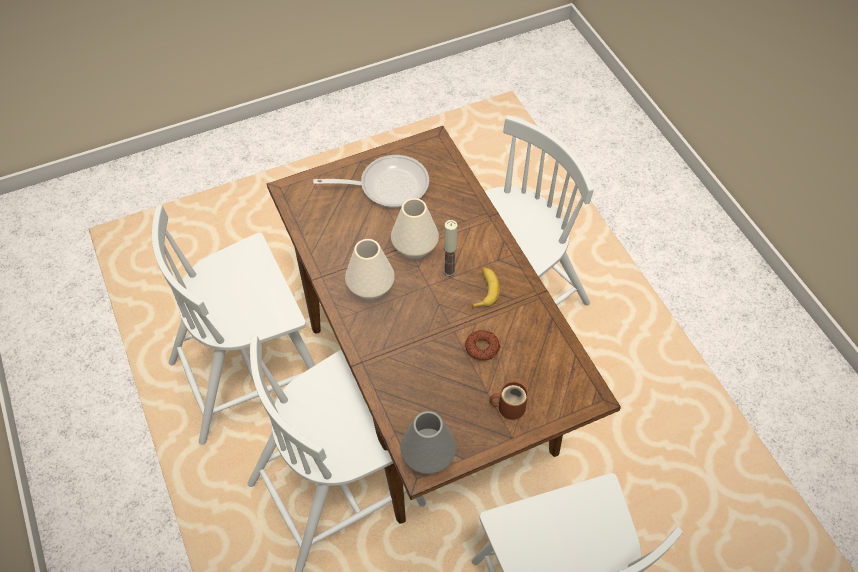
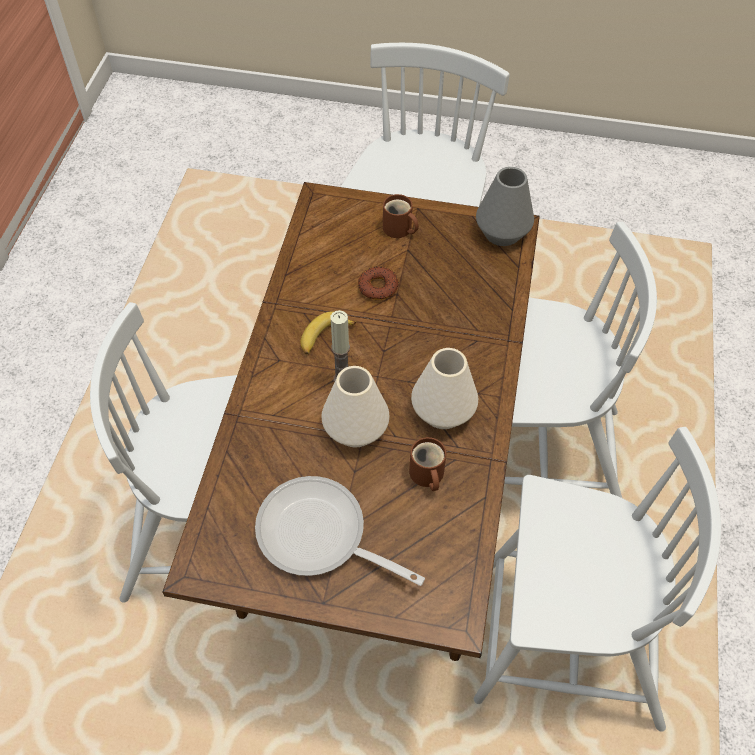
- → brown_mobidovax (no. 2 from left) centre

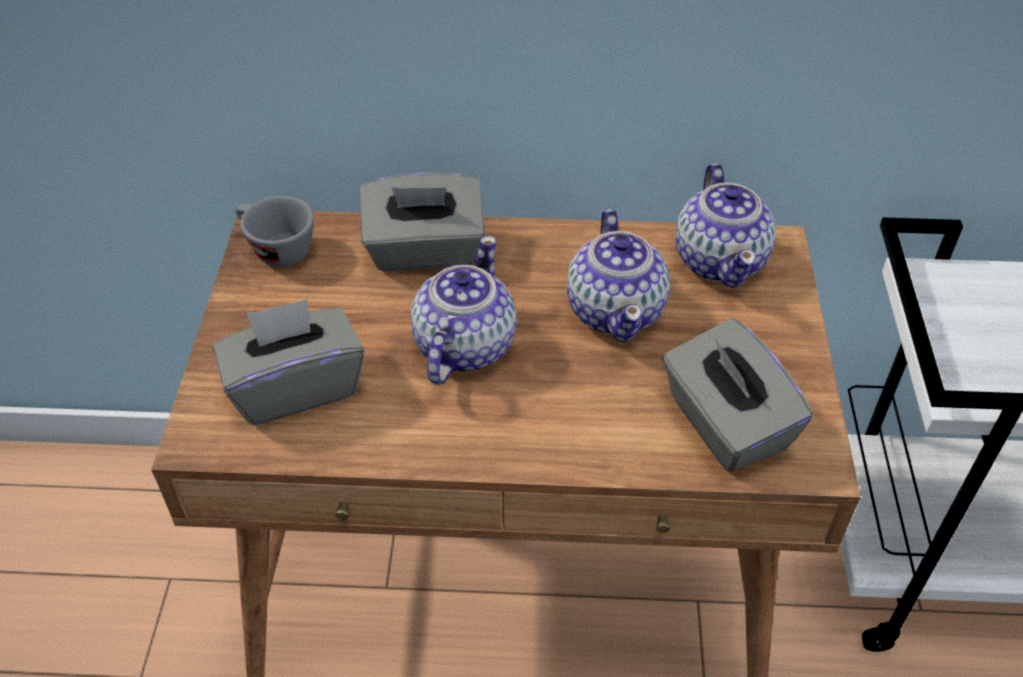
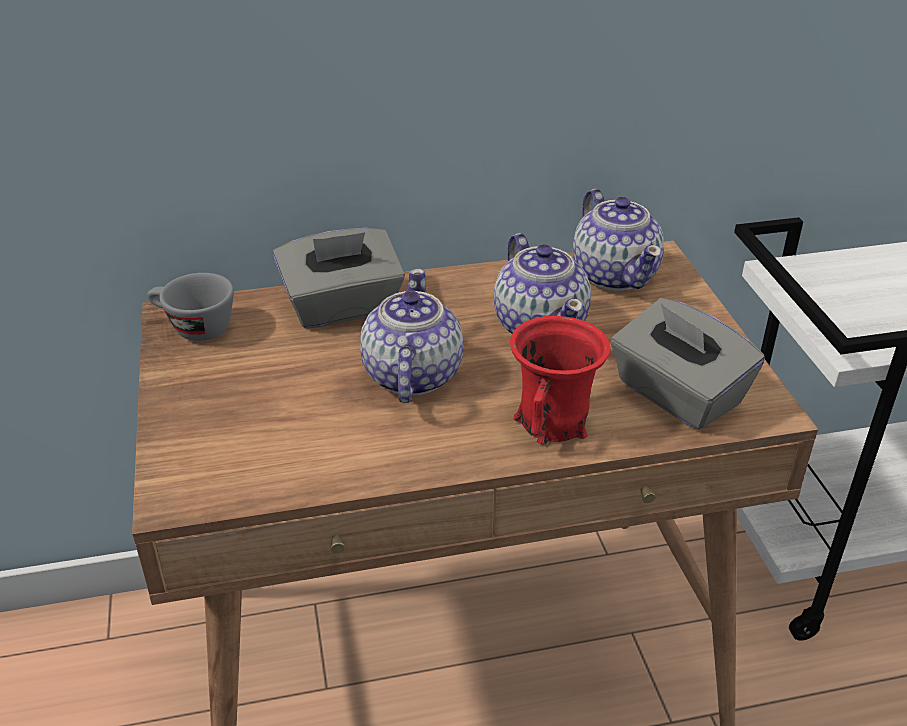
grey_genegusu (no. 1 from left) middle left → -
- → red_mobidovax centre

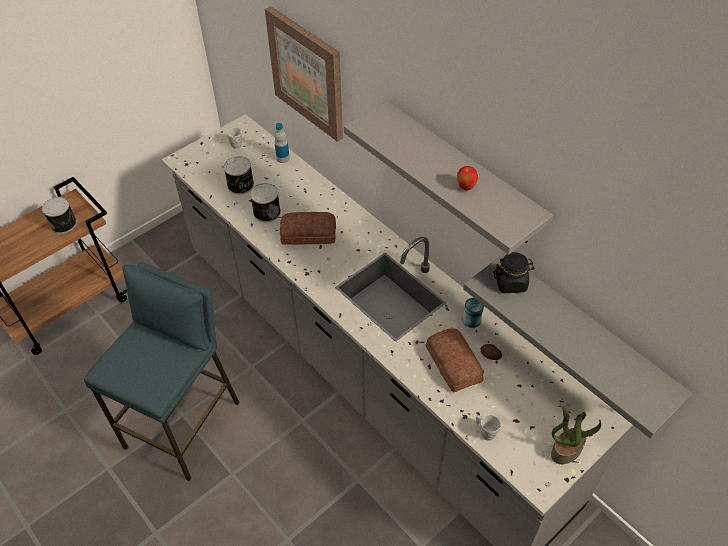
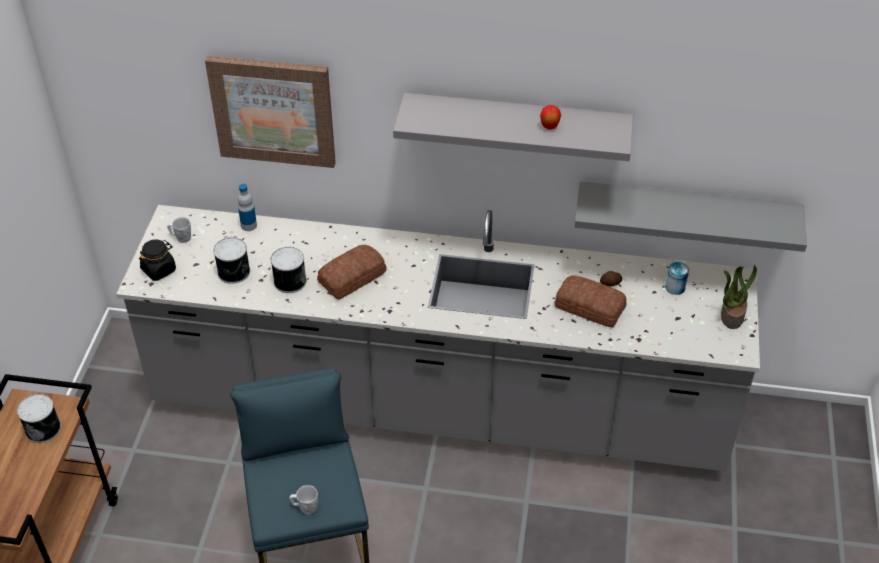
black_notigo middle right → black_notigo middle left, relocated
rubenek (no. 4 from left) centre → rubenek (no. 4 from left) middle right, relocated
white_mobidovax (no. 2 from left) bottom right → white_mobidovax (no. 2 from left) bottom centre, relocated

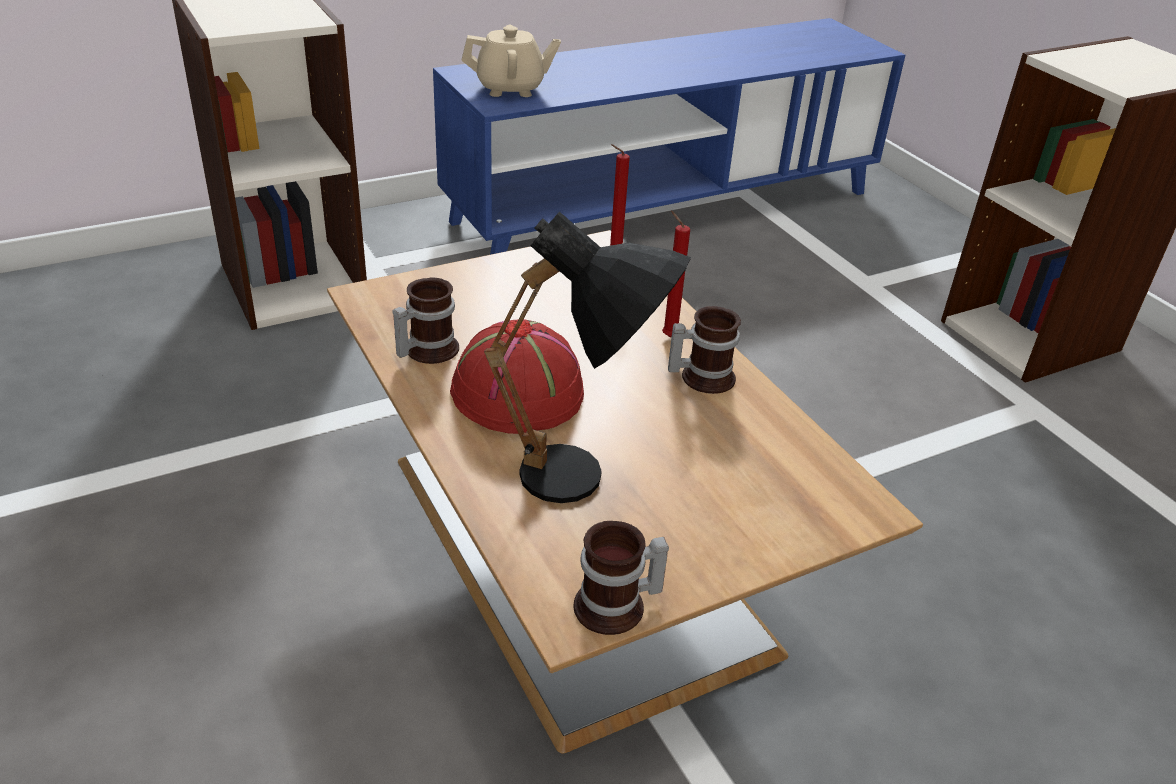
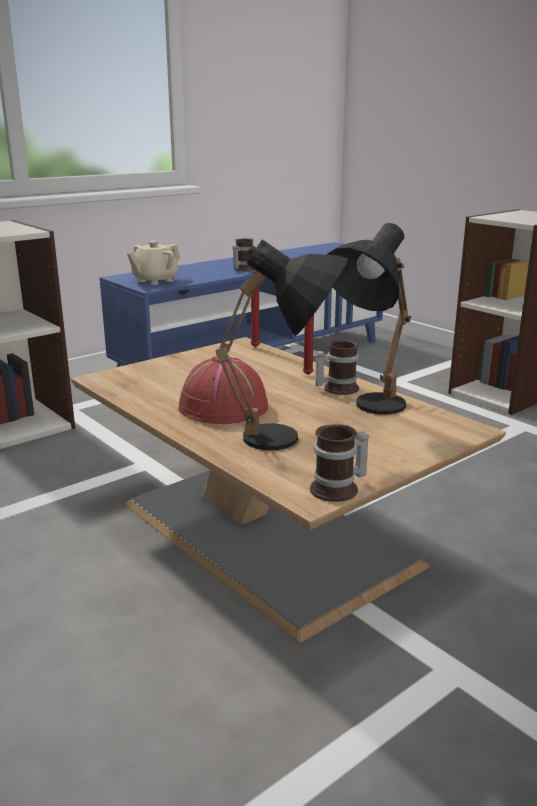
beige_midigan top centre → beige_midigan top left, 150 degrees clockwise
mobidovax (no. 1 from left) centre → mobidovax (no. 1 from left) top centre, relocated
- → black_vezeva (no. 2 from left) middle right

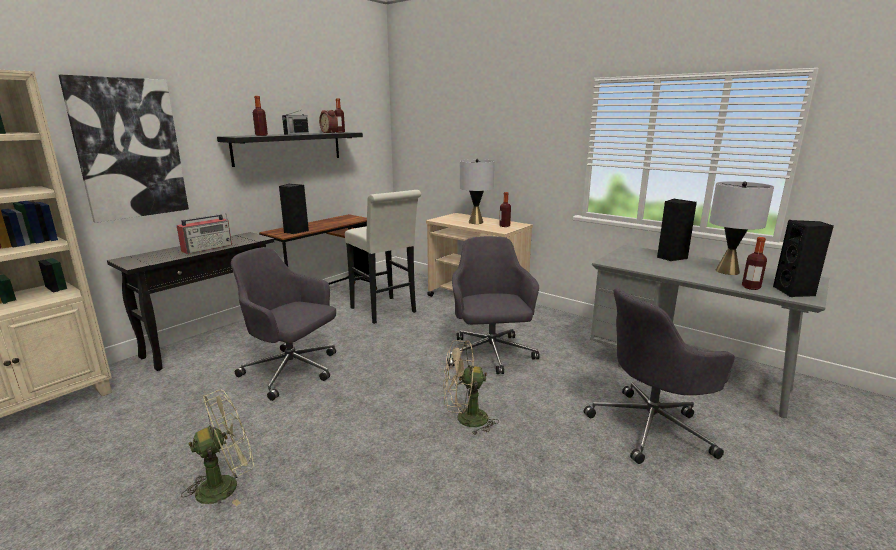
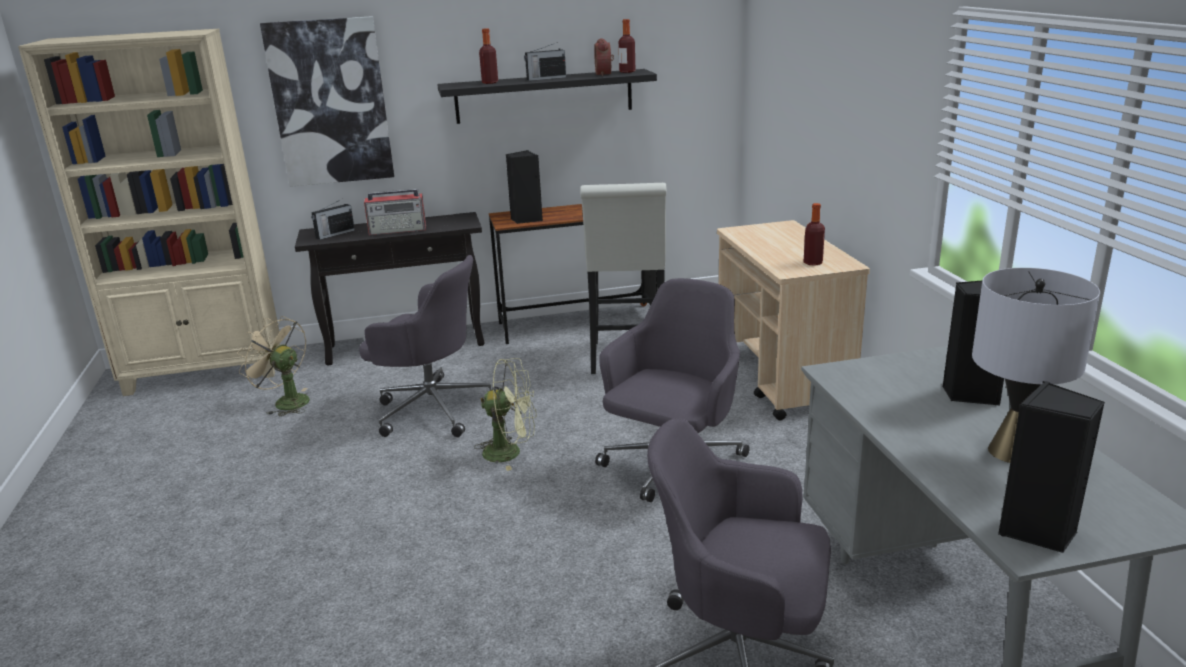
grey_vezeva (no. 1 from left) centre → -
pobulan (no. 4 from left) middle right → -
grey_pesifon (no. 1 from left) middle left → grey_pesifon (no. 1 from left) centre, 135 degrees clockwise
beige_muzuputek bottom centre → beige_muzuputek middle left, relocated
green_muzuputek bottom left → green_muzuputek centre, relocated
- → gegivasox (no. 1 from left) top left

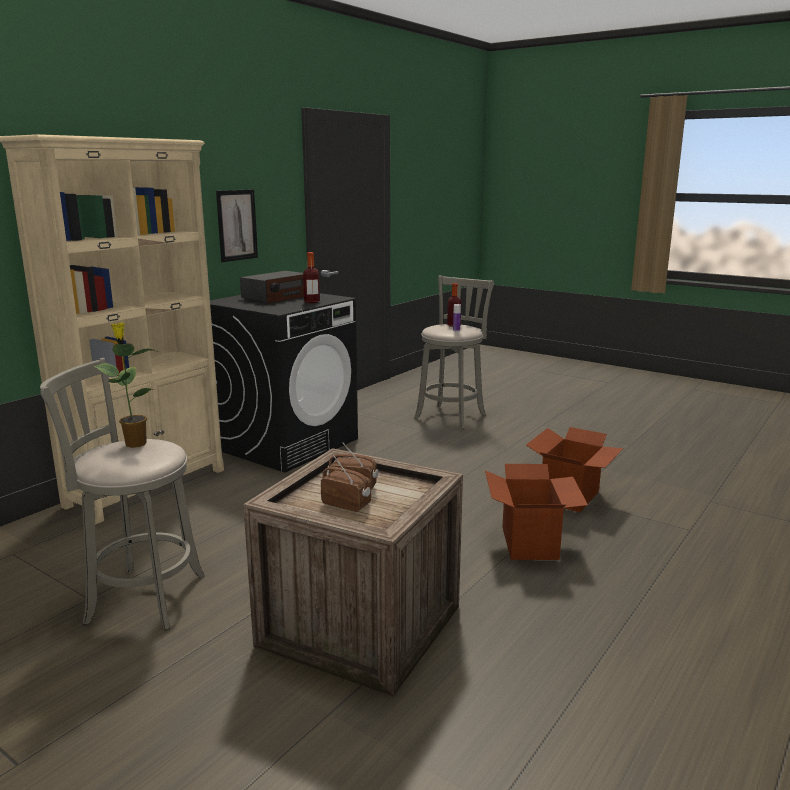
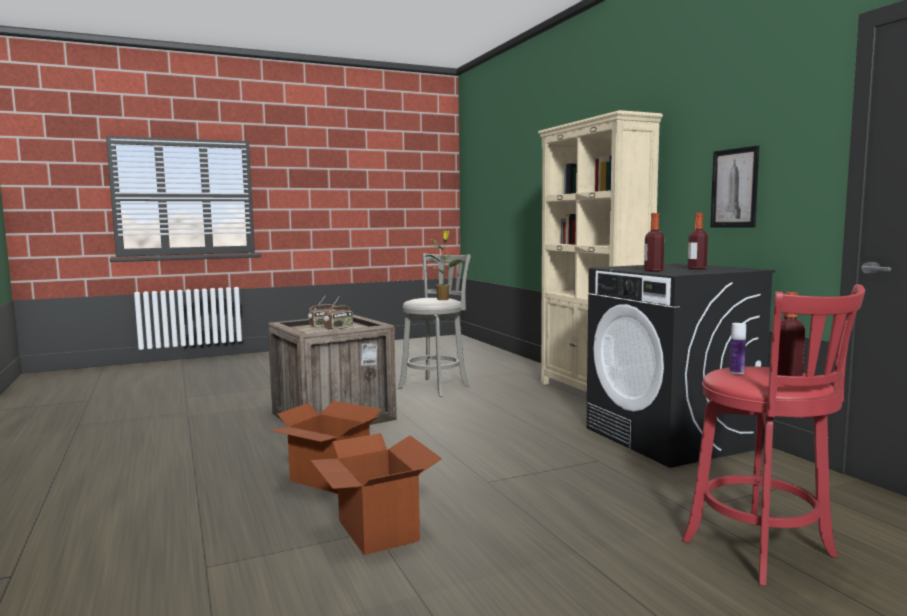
gegivasox (no. 1 from left) centre → pobulan (no. 2 from left) middle right
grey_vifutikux (no. 2 from left) centre → red_vifutikux bottom right

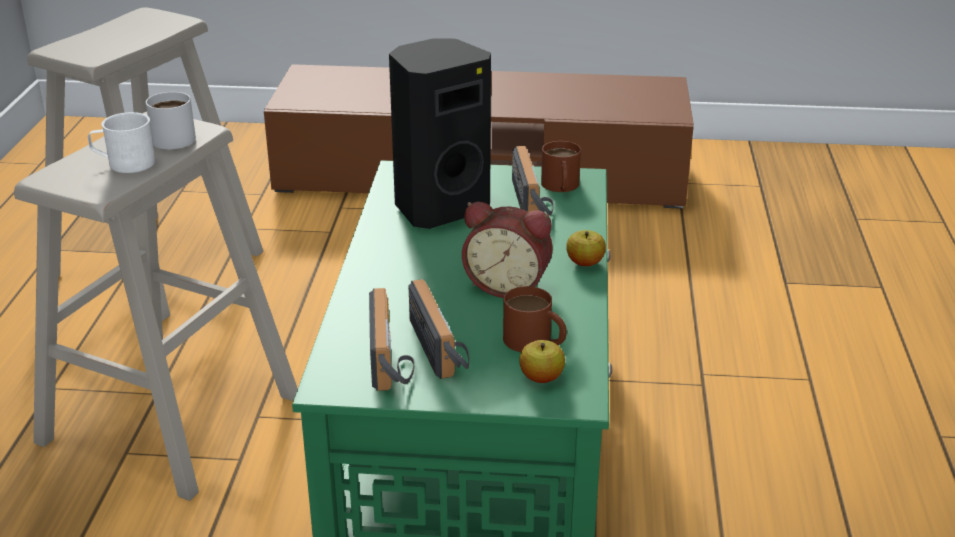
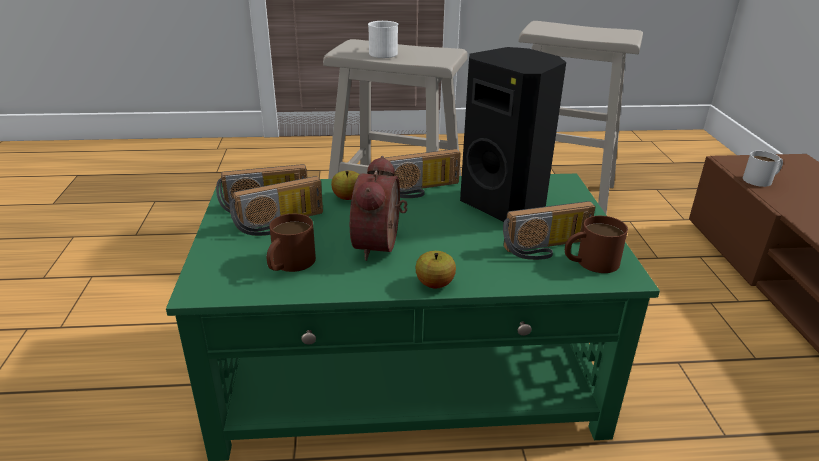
white_mobidovax (no. 2 from left) top left → white_mobidovax (no. 2 from left) middle right, relocated
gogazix (no. 1 from left) bottom centre → gogazix (no. 1 from left) centre, relocated
- → gegivasox (no. 3 from left) centre

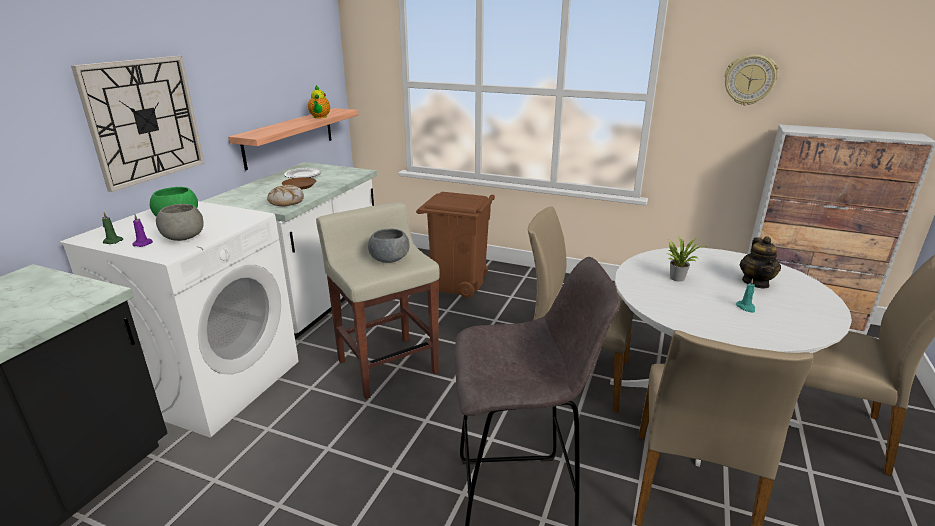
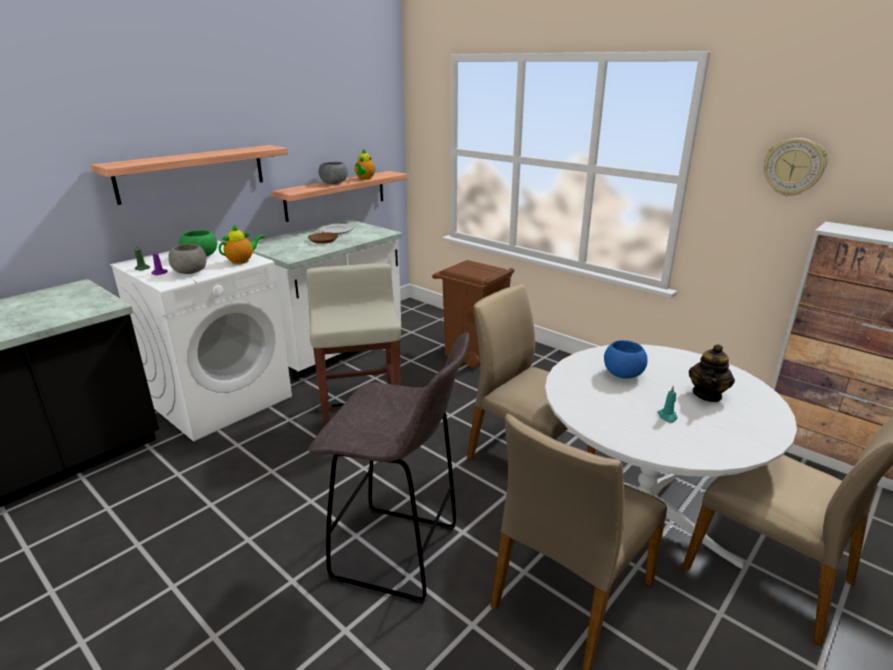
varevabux (no. 1 from left) top left → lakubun (no. 1 from left) top left
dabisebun middle left → -
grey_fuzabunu (no. 2 from left) centre → grey_fuzabunu (no. 2 from left) top centre, relocated
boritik middle right → blue_fuzabunu middle right
- → midigan (no. 1 from left) middle left

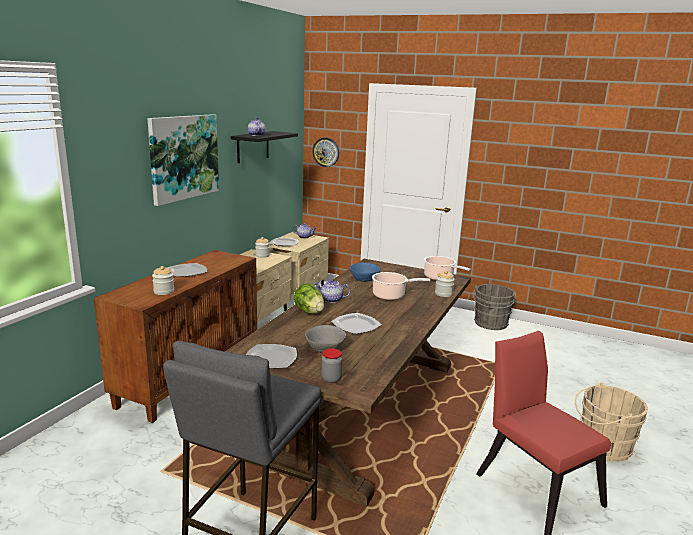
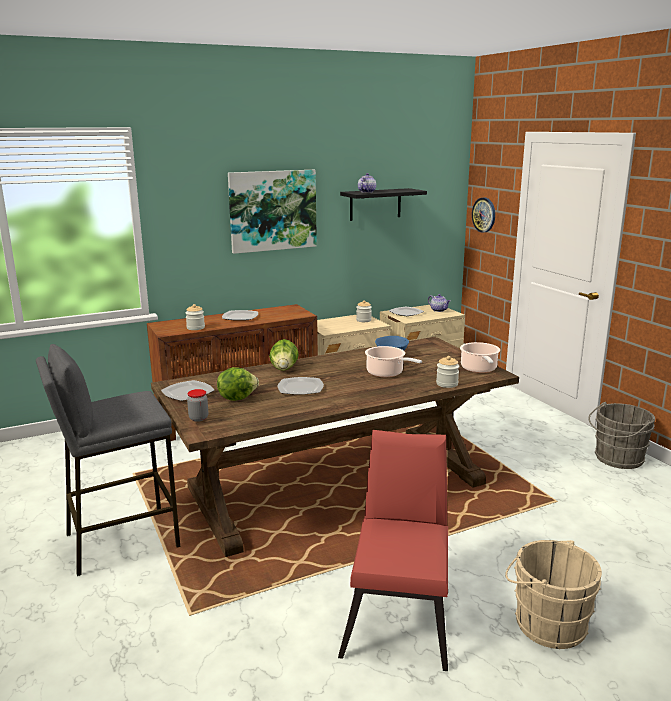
midigan (no. 3 from left) centre → -
grey_fuzabunu centre → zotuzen (no. 1 from left) centre

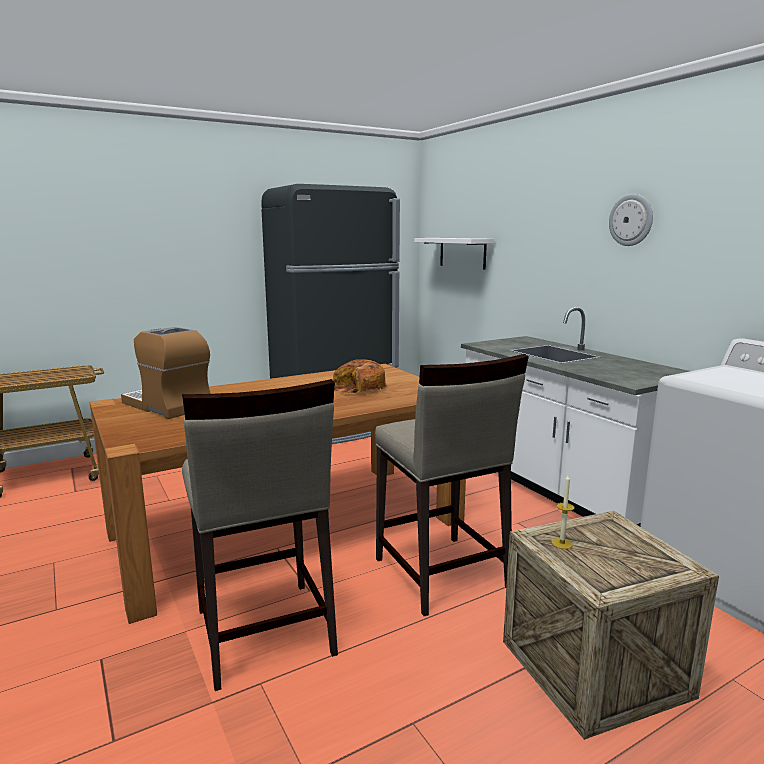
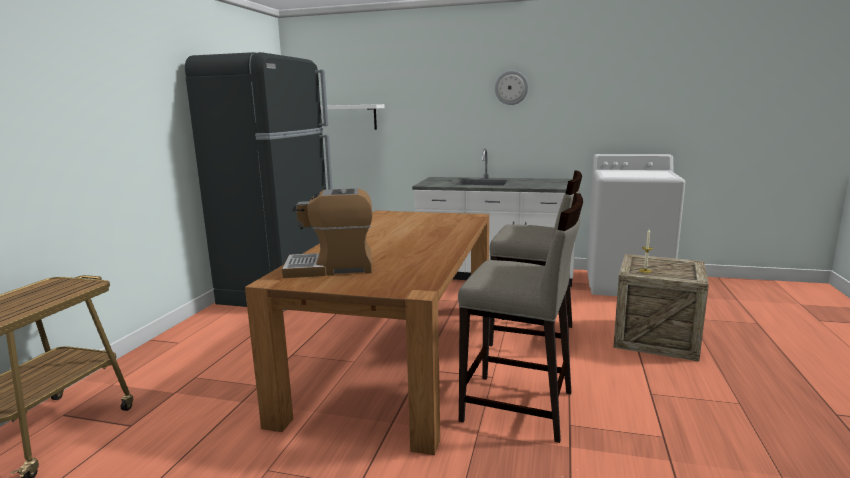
dabisebun centre → -

